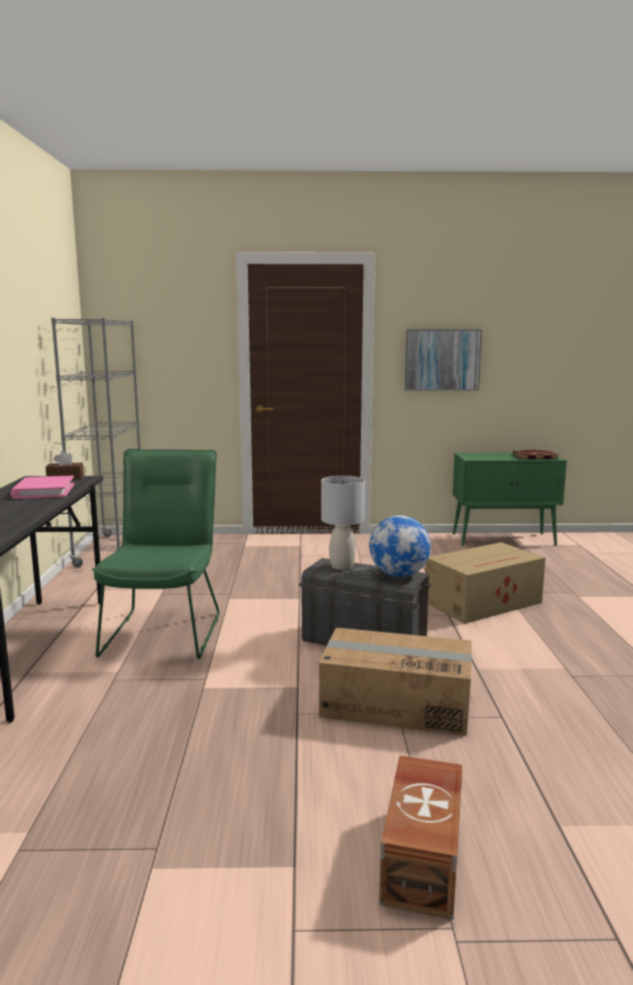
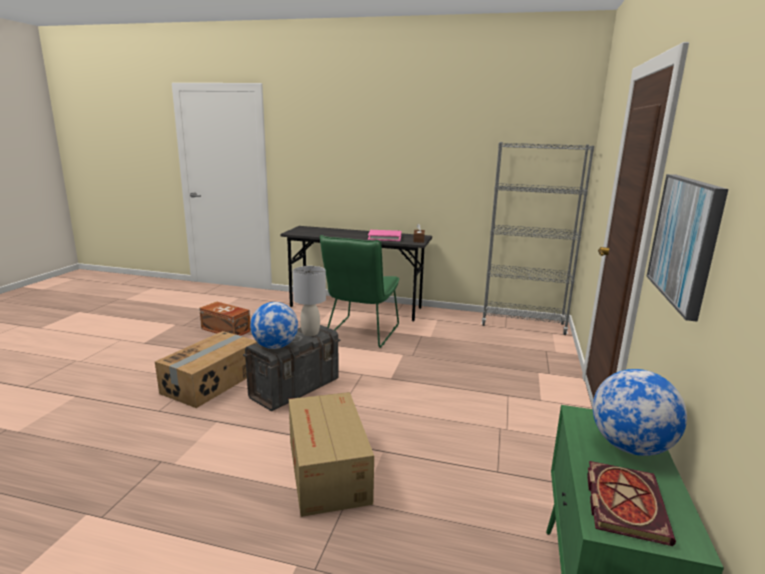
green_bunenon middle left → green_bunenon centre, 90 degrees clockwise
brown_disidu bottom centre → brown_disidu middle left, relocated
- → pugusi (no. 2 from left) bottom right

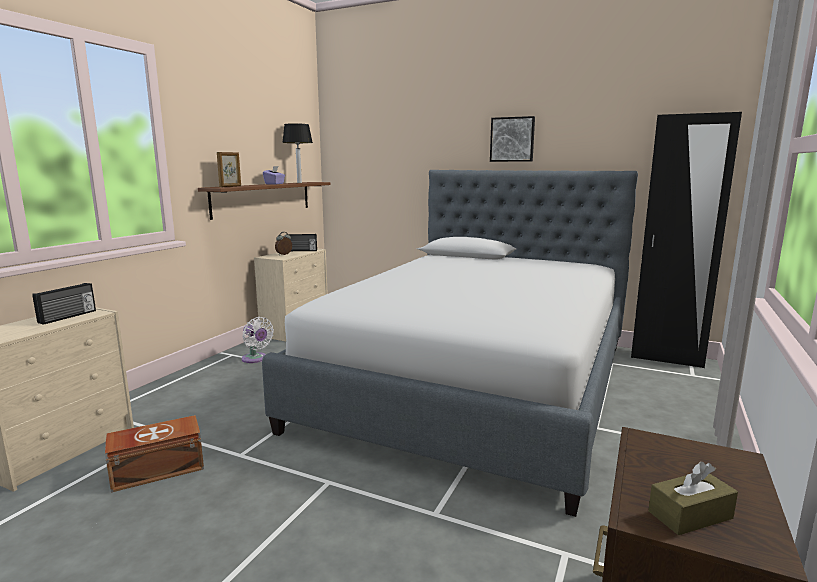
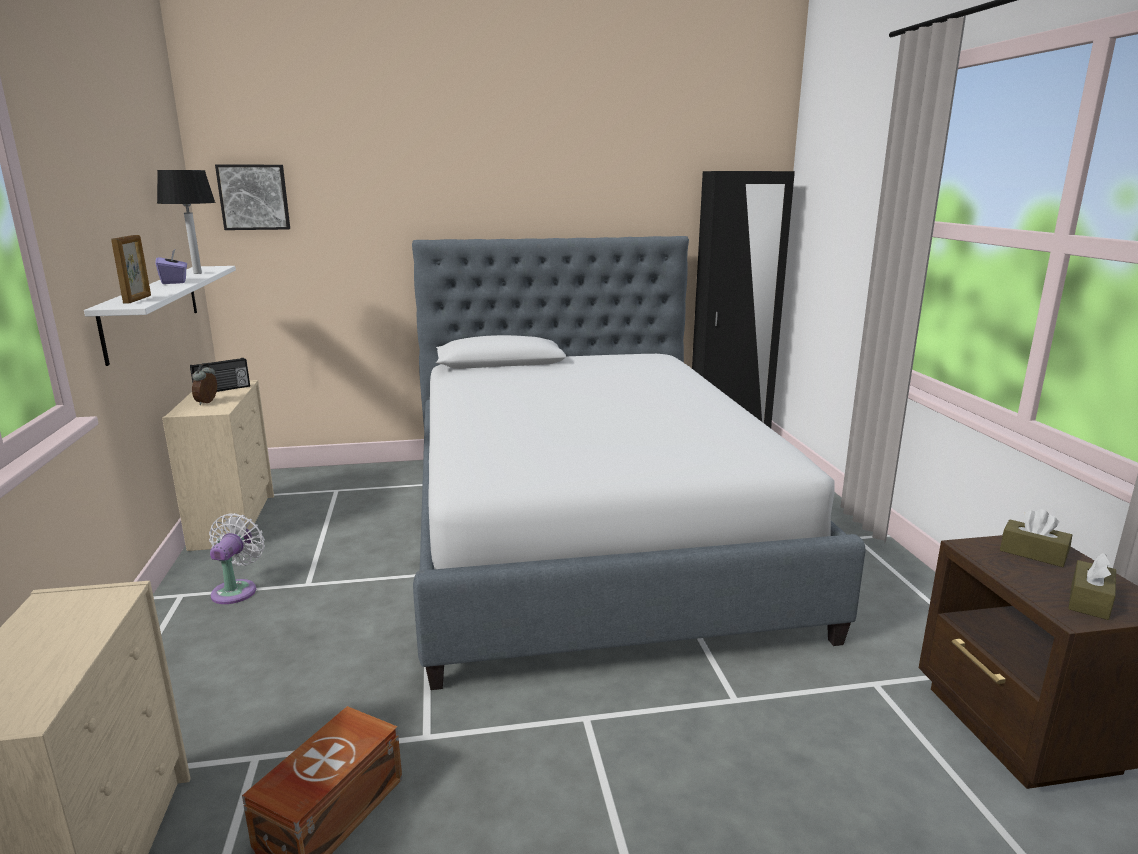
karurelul top centre → karurelul top left, relocated
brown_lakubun middle left → white_lakubun middle left
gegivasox (no. 1 from left) middle left → -
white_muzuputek middle left, 90 degrees counterclockwise
- → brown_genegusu (no. 1 from left) middle right

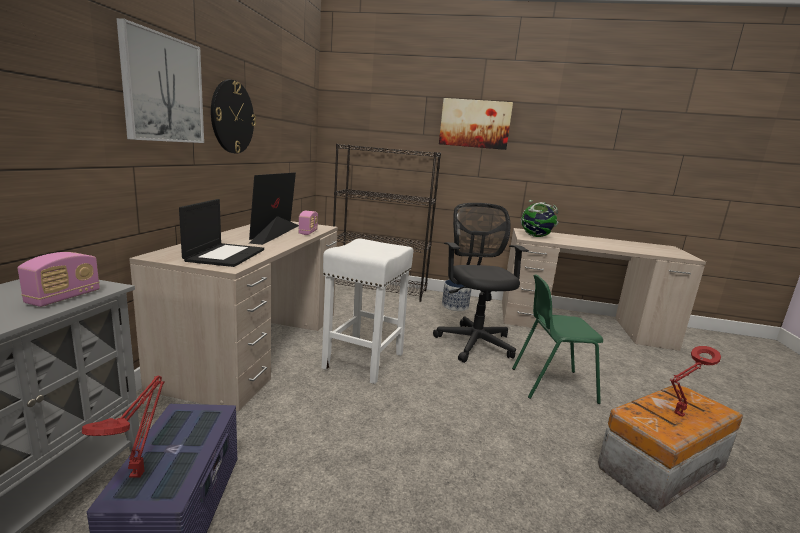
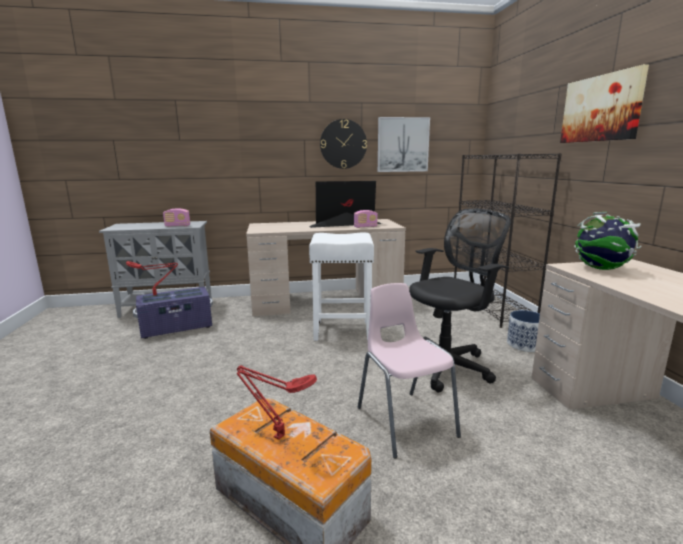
karurelul (no. 1 from left) top left → karurelul (no. 1 from left) top centre, relocated
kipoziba middle left → -
green_bunenon middle right → pink_bunenon bottom centre

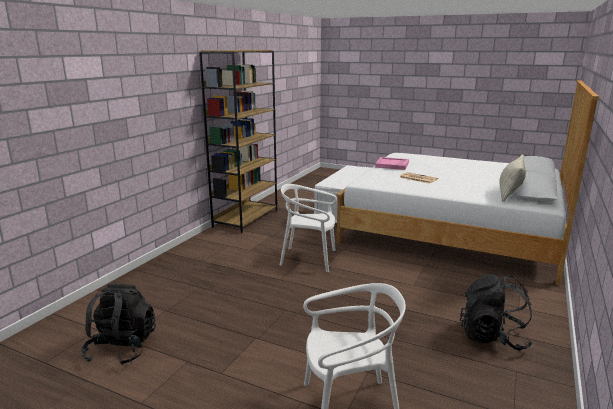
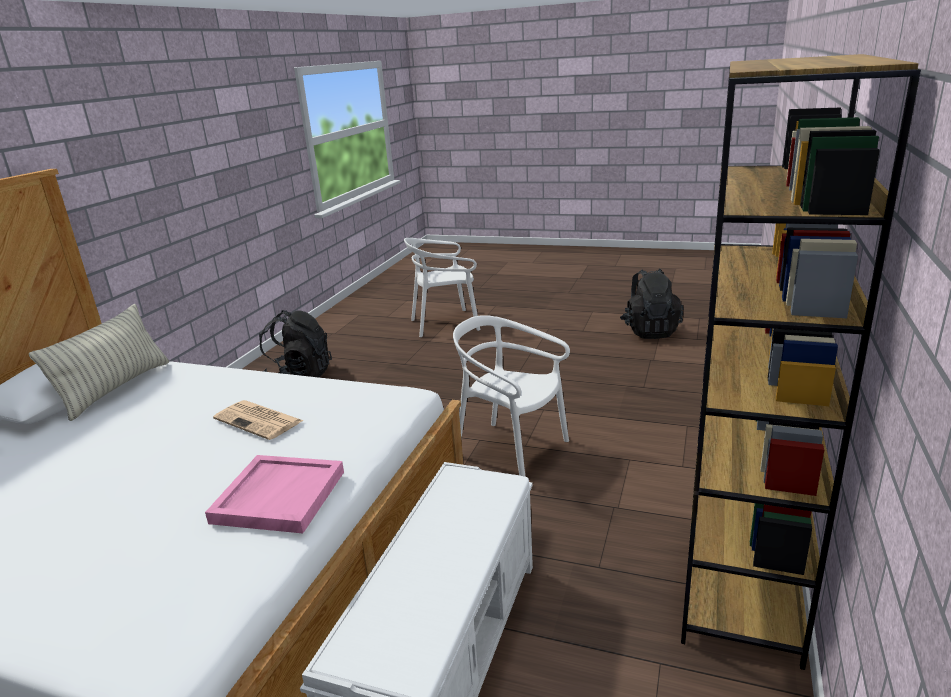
white_bunenon (no. 1 from left in the first image) centre → white_bunenon (no. 2 from left) centre, 150 degrees counterclockwise

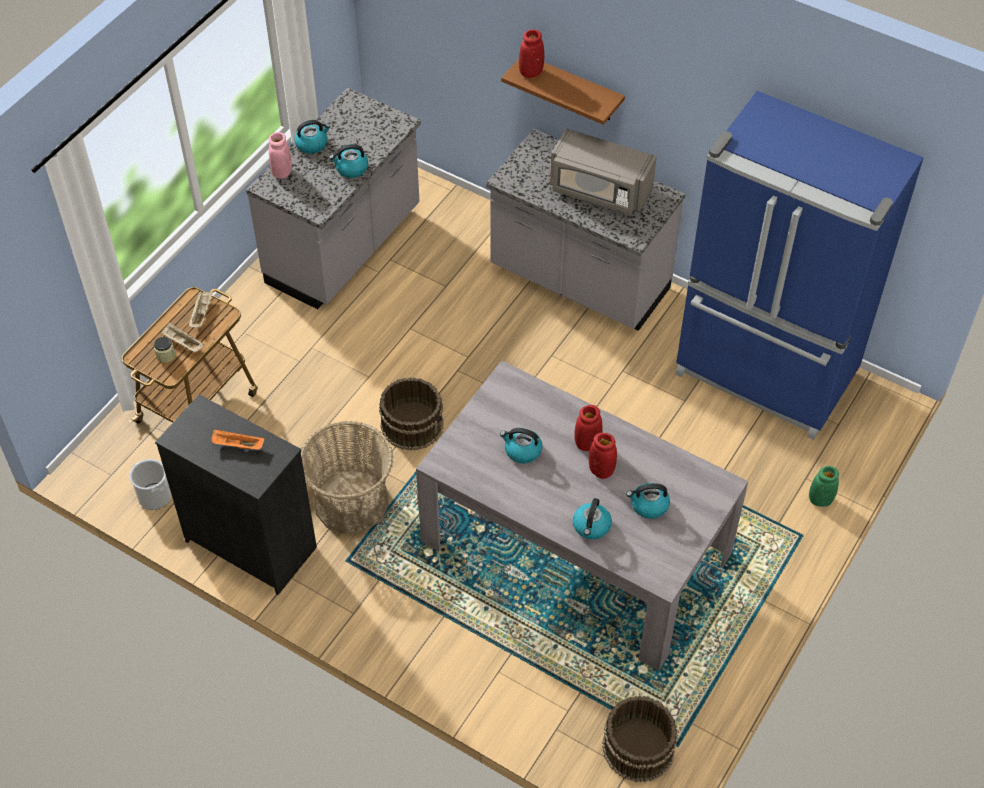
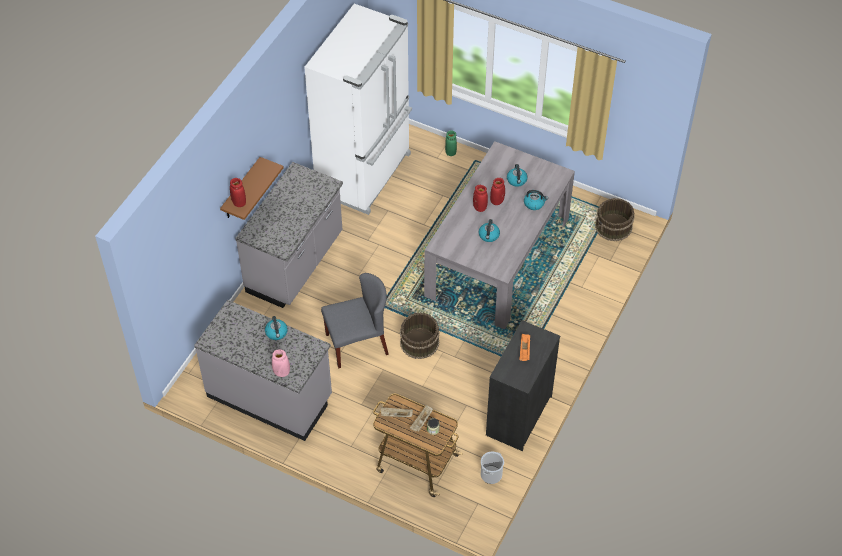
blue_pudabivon middle right → white_pudabivon top centre
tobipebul (no. 1 from left) top left → -
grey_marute top centre → -
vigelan centre → -
- → grey_bunenon centre

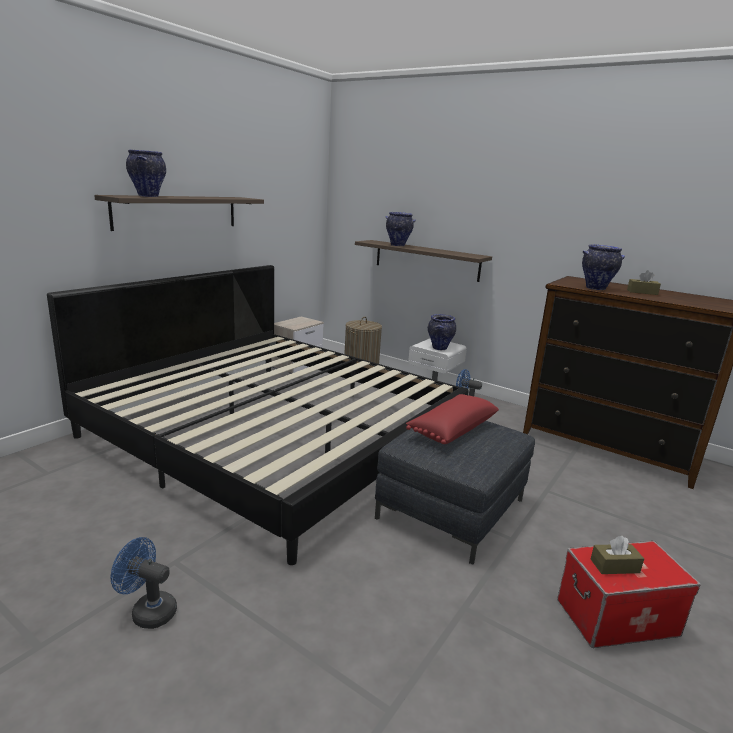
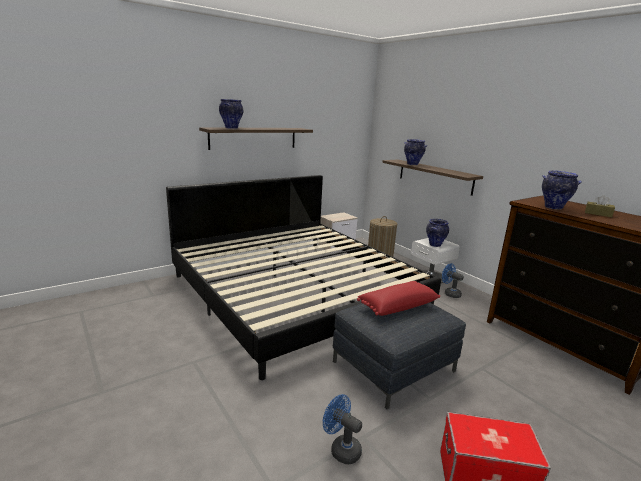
brown_genegusu (no. 1 from left) bottom right → -
blue_muzuputek (no. 1 from left) bottom left → blue_muzuputek (no. 1 from left) bottom centre, relocated

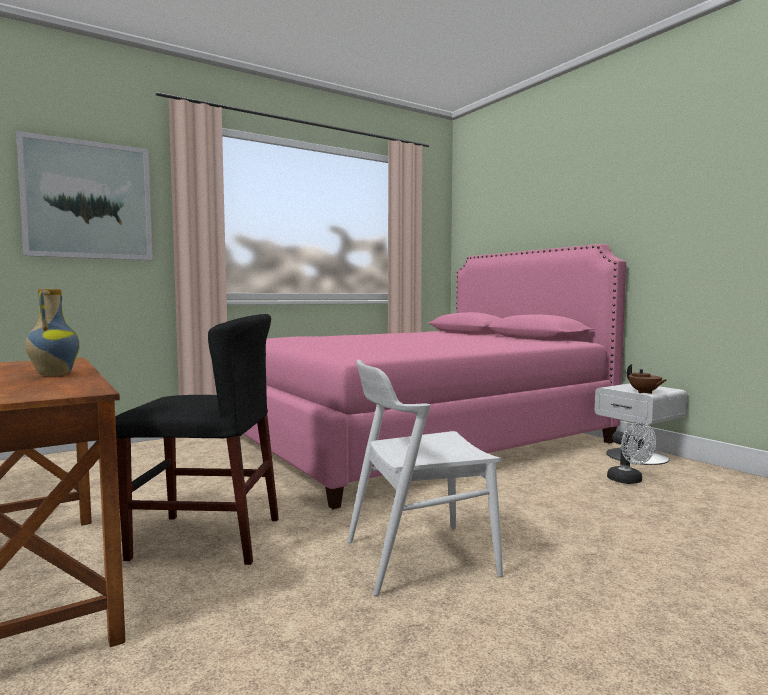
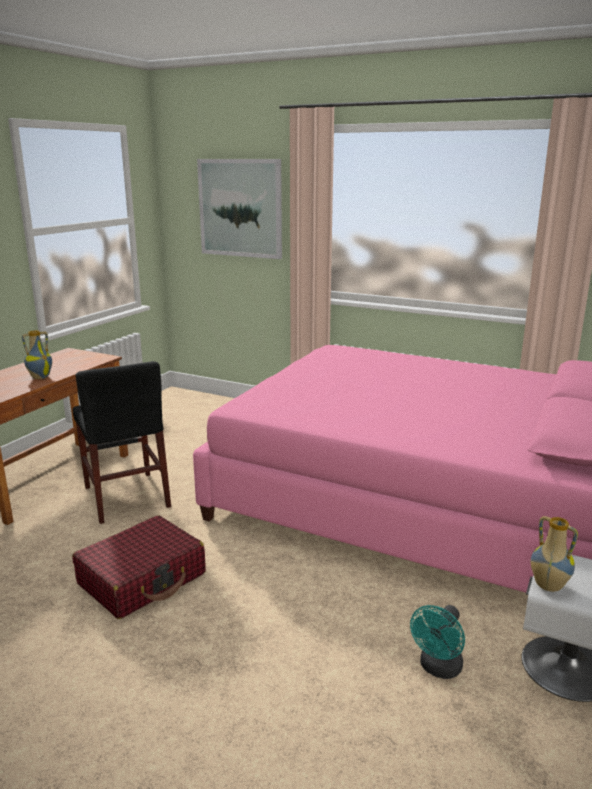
white_bunenon bottom centre → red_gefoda bottom left
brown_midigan middle right → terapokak (no. 2 from left) bottom right
white_muzuputek middle right → turquoise_muzuputek bottom right

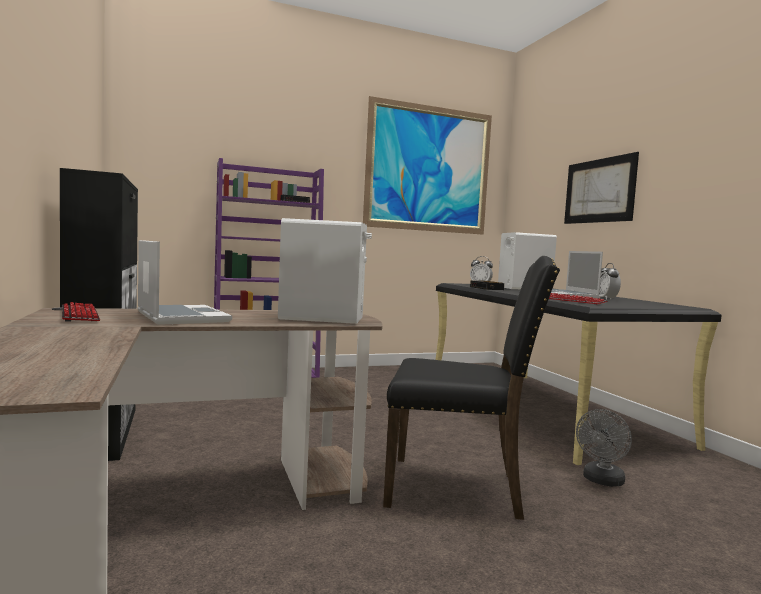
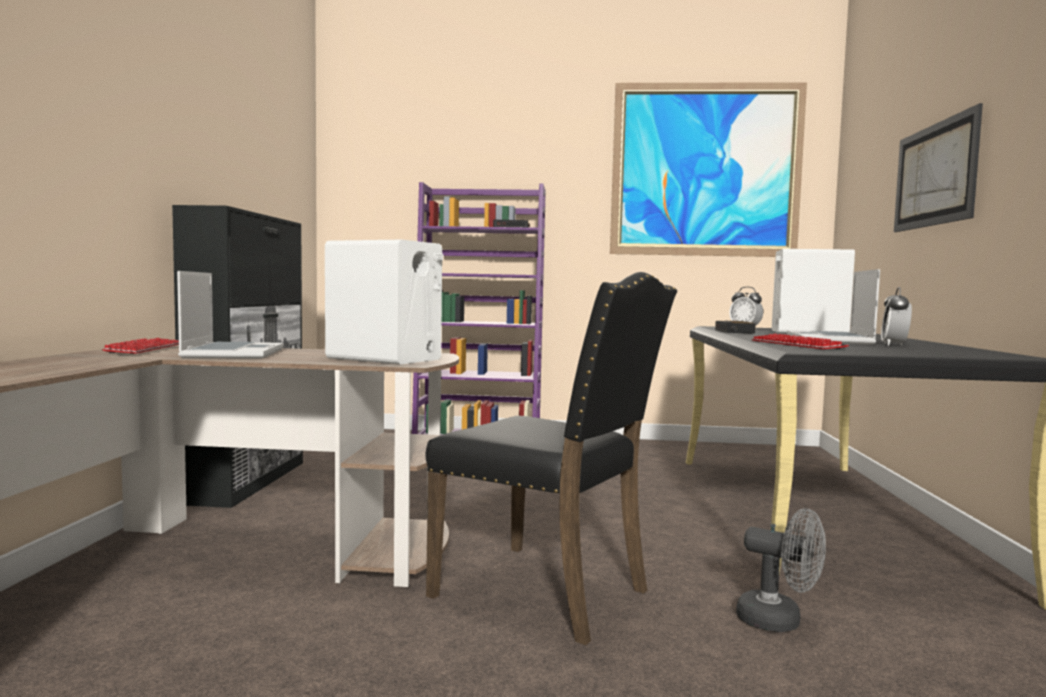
grey_muzuputek bottom right, 120 degrees counterclockwise

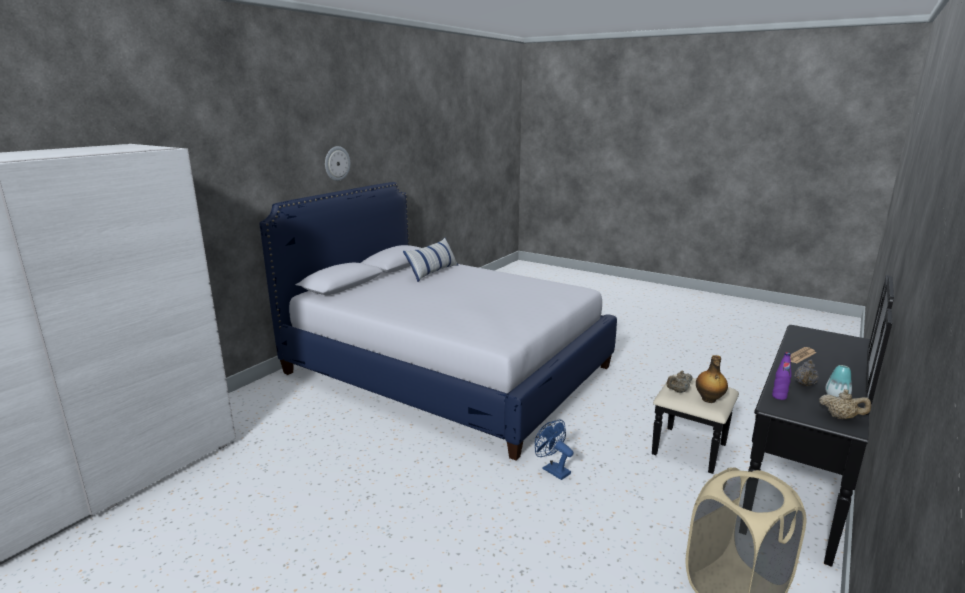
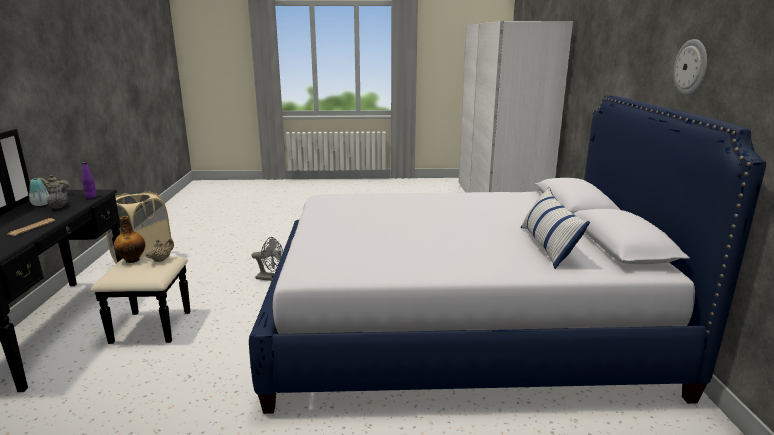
blue_muzuputek bottom centre → grey_muzuputek centre

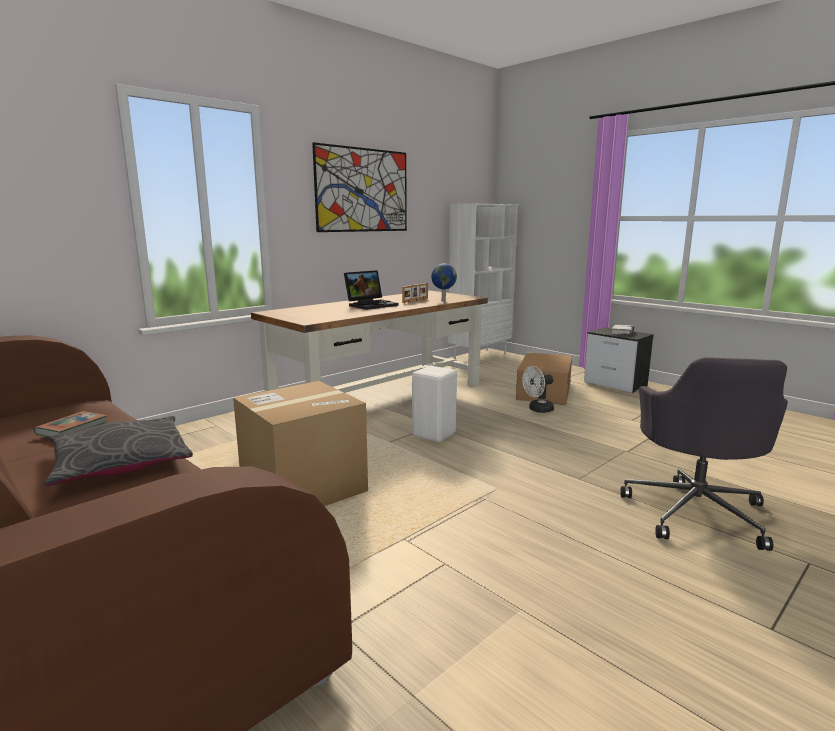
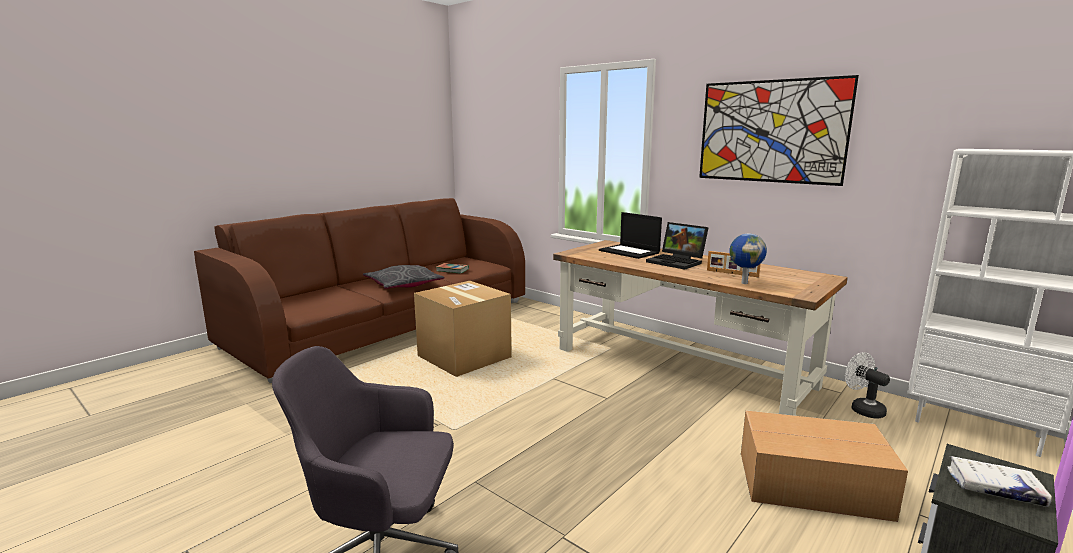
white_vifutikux centre → -
white_muzuputek centre → white_muzuputek bottom right, relocated
- → kipoziba (no. 1 from left) centre

